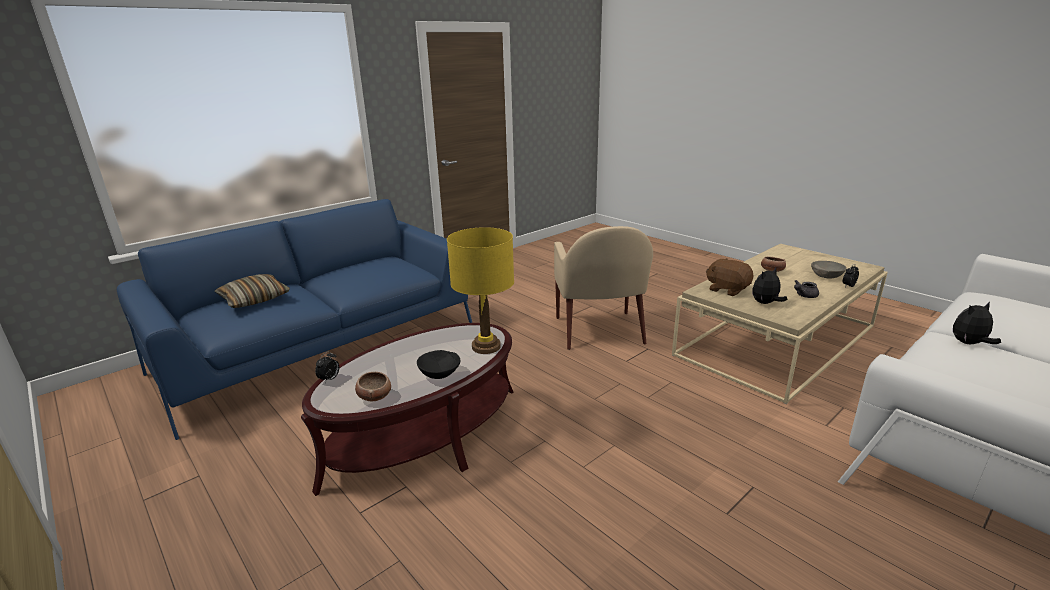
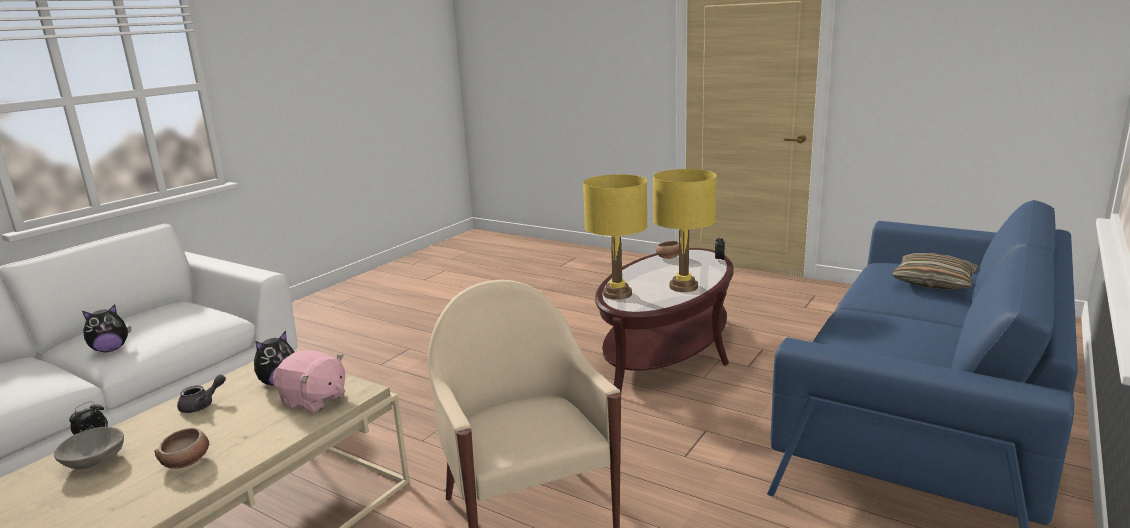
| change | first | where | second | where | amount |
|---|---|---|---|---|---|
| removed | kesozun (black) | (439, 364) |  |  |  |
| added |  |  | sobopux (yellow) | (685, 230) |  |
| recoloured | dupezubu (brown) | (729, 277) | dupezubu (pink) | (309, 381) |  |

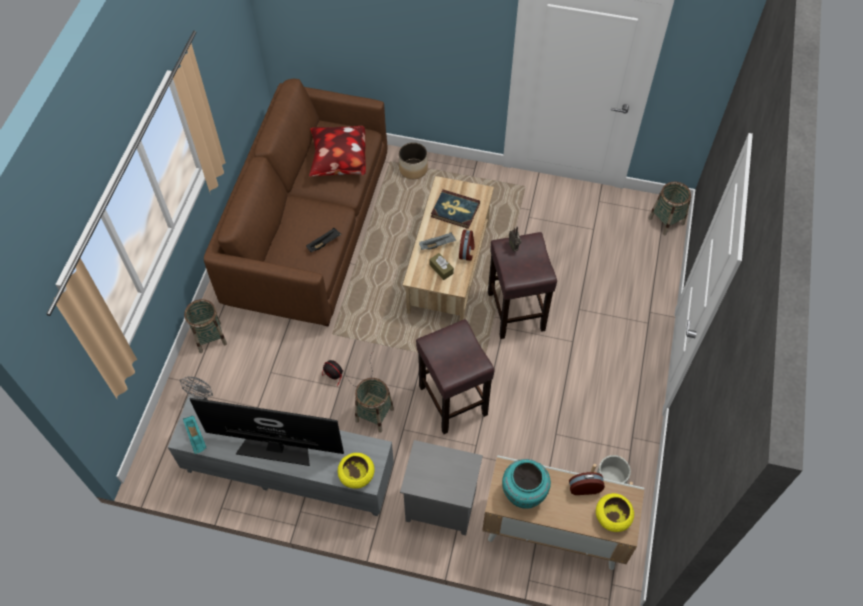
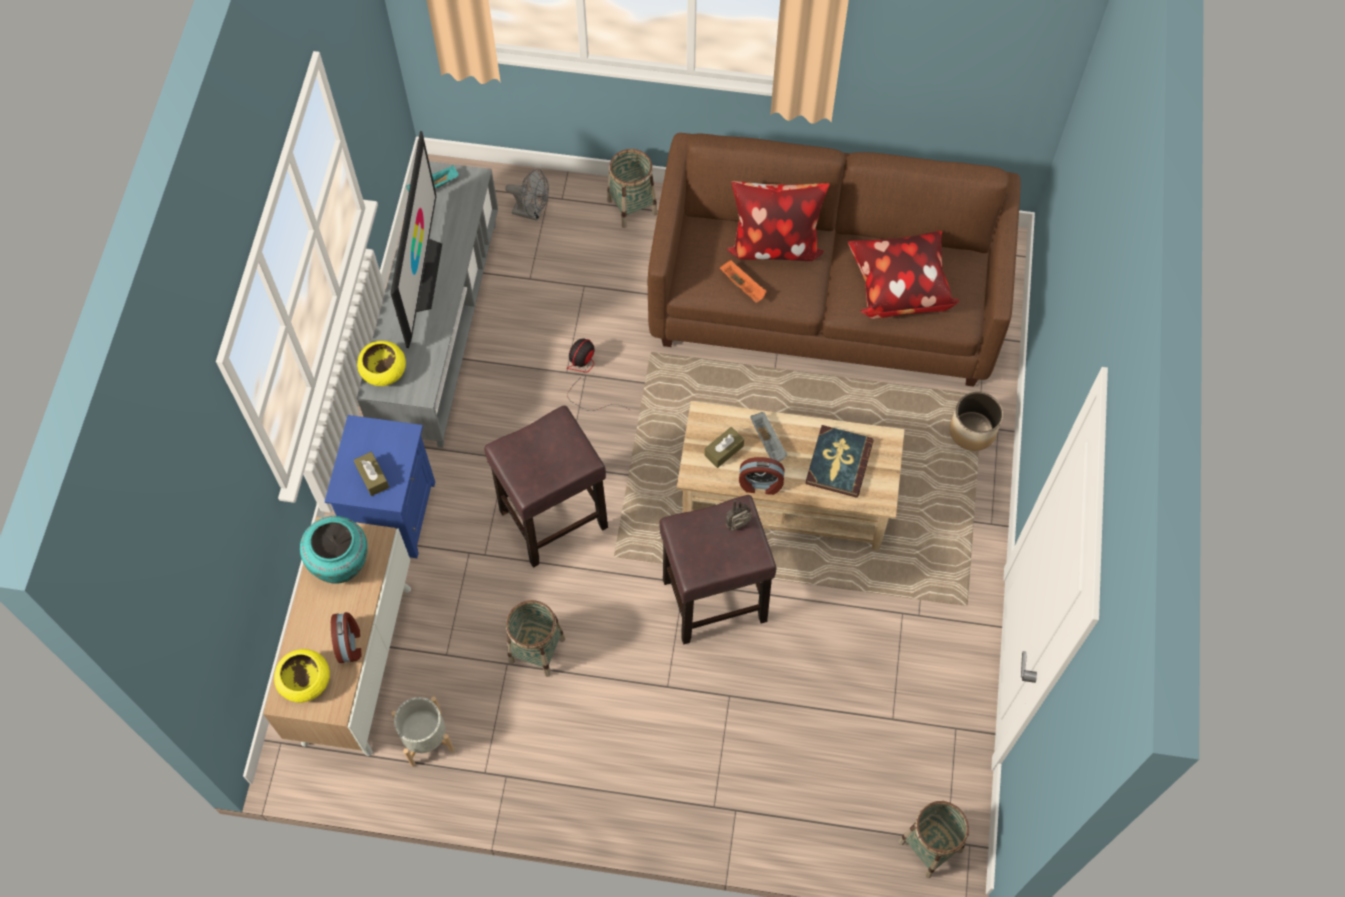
| change | first | where | second | where | amount |
|---|---|---|---|---|---|
| added |  |  | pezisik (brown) | (371, 474) |  |
| added |  |  | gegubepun | (778, 221) |  |
| moved | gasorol | (374, 405) |  | (535, 638) |  |
| recoloured | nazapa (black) | (324, 240) | nazapa (orange) | (743, 281) |  |
| recoloured | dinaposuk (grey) | (441, 488) | dinaposuk (blue) | (380, 486) |  |

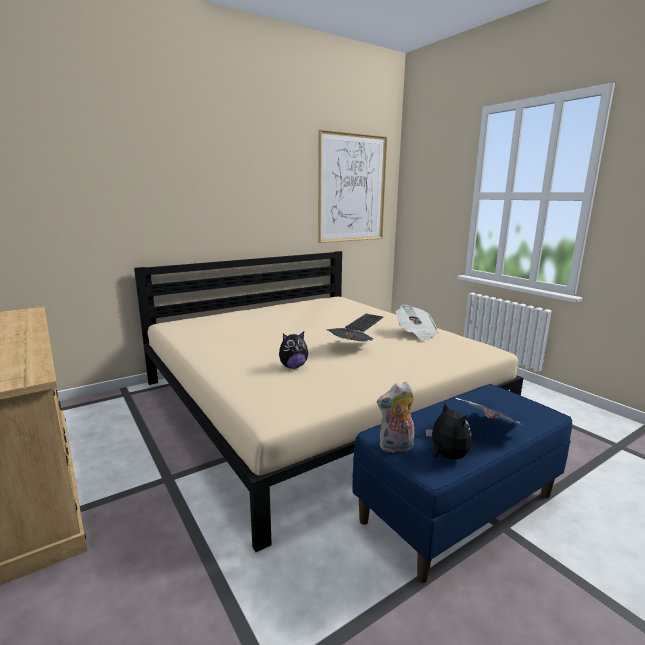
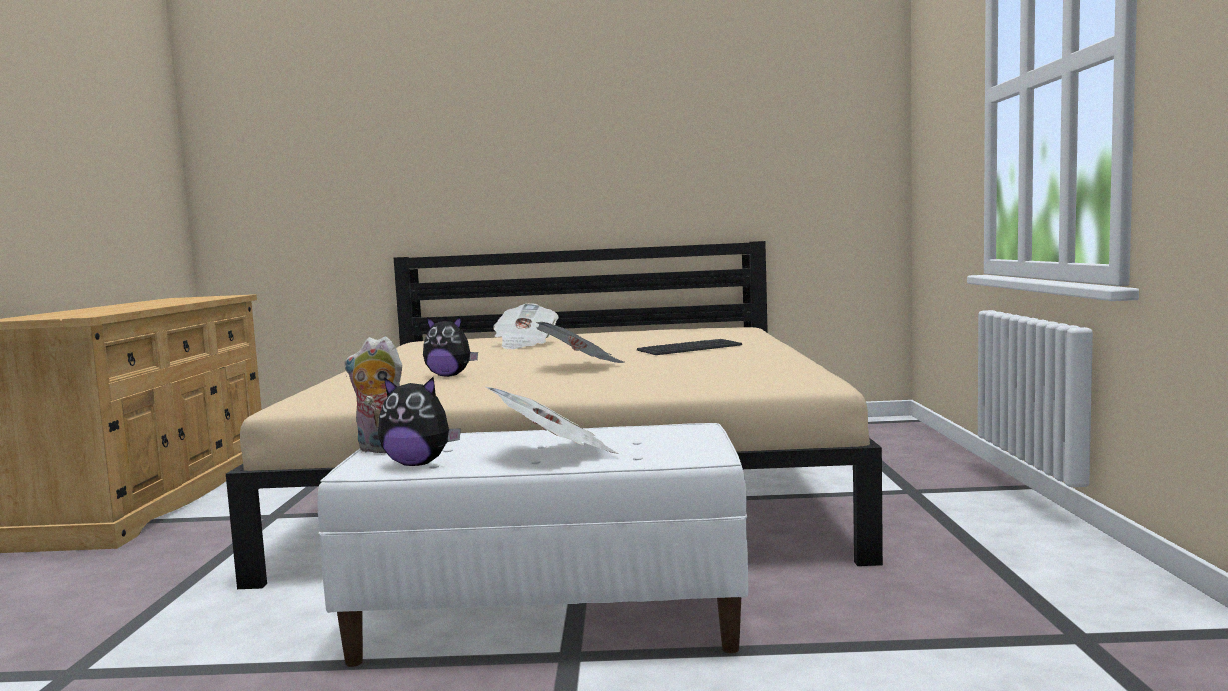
| change | first | where | second | where | amount |
|---|---|---|---|---|---|
| removed | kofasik | (352, 186) |  |  |  |
| moved | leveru | (417, 323) |  | (526, 326) |  |
| recoloured | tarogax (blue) | (462, 483) | tarogax (white) | (532, 545) |  |
| turned | dupezubu | (449, 430) |  | (419, 421) | 90 degrees clockwise |

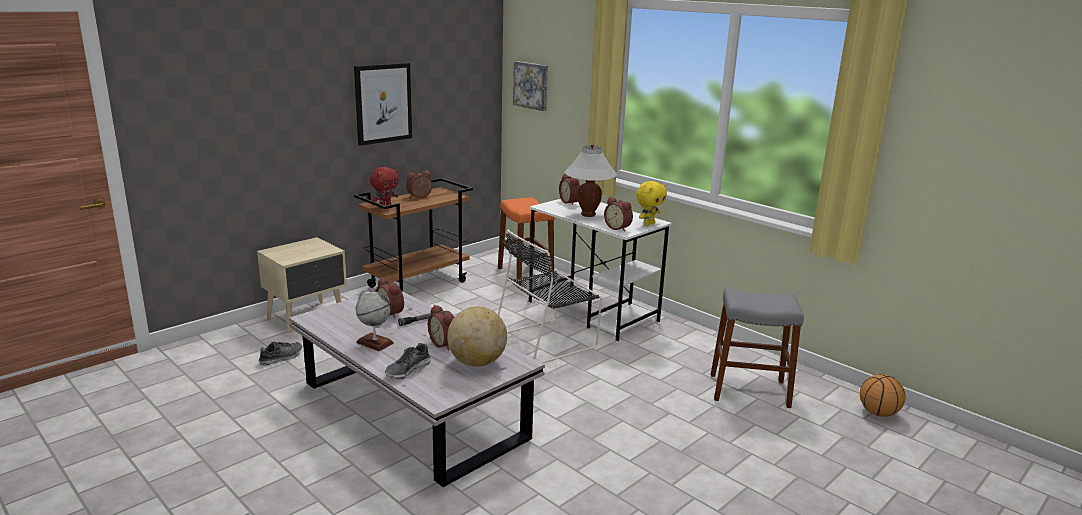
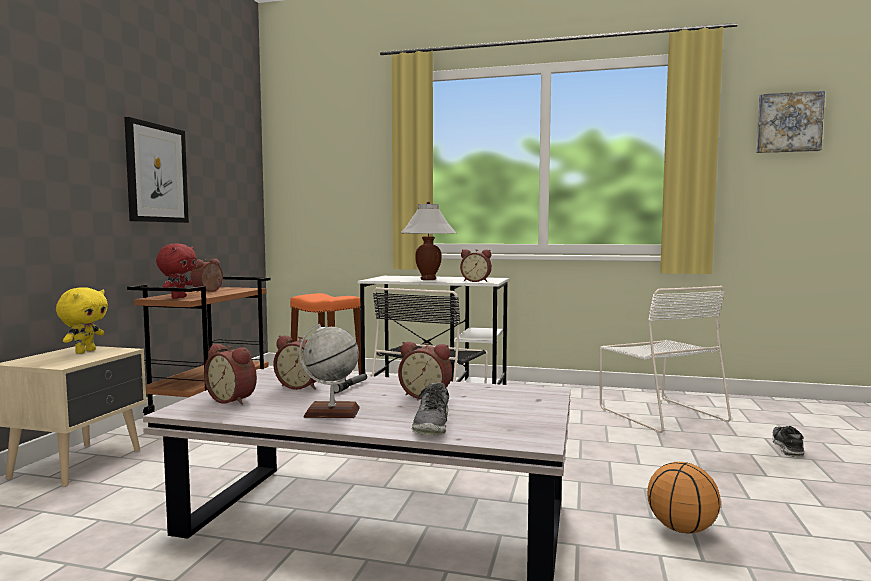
| change | first | where | second | where | amount |
|---|---|---|---|---|---|
| removed | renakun | (477, 337) |  |  |  |
| moved | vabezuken | (280, 354) |  | (788, 442) |  |
| moved | kofasik | (530, 86) |  | (790, 122) |  |
| moved | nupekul | (569, 189) |  | (230, 374) |  |
| moved | dupezubu (yellow) | (651, 203) |  | (82, 320) |  |
| moved | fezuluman | (882, 395) |  | (684, 498) |  |
| replaced | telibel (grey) | (757, 348) | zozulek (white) | (665, 359) |  |

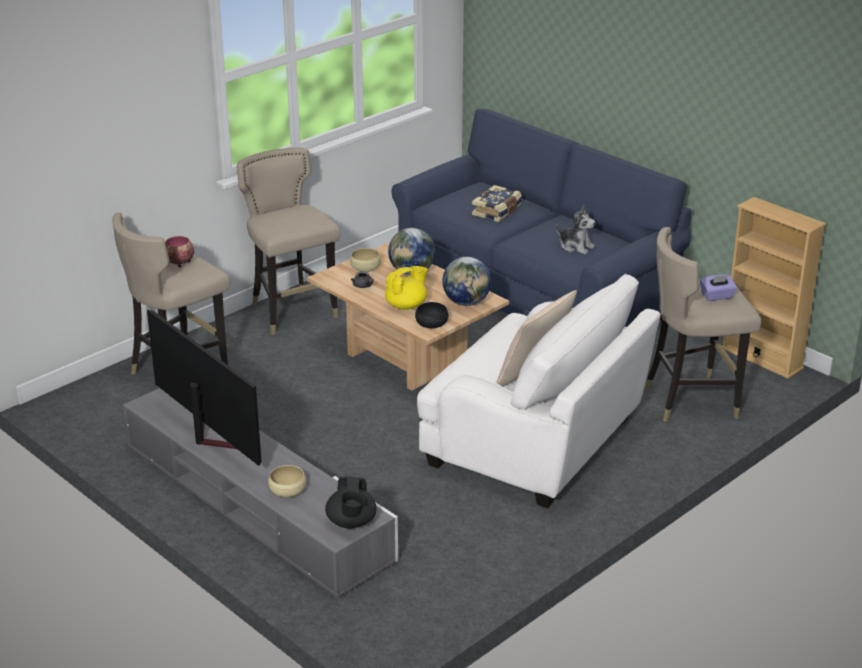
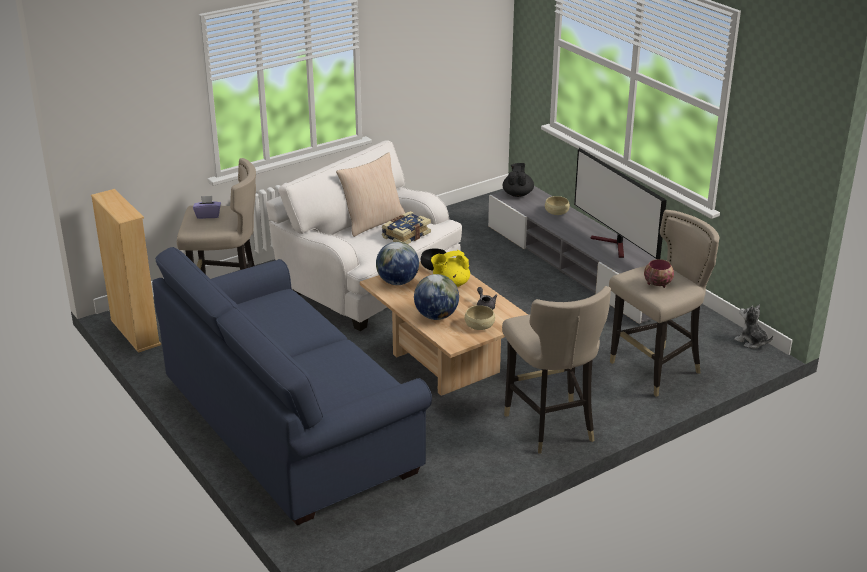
| change | first | where | second | where | amount |
|---|---|---|---|---|---|
| moved | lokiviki | (497, 203) |  | (406, 227) |  |
| moved | dupezubu | (576, 230) |  | (753, 326) |  |

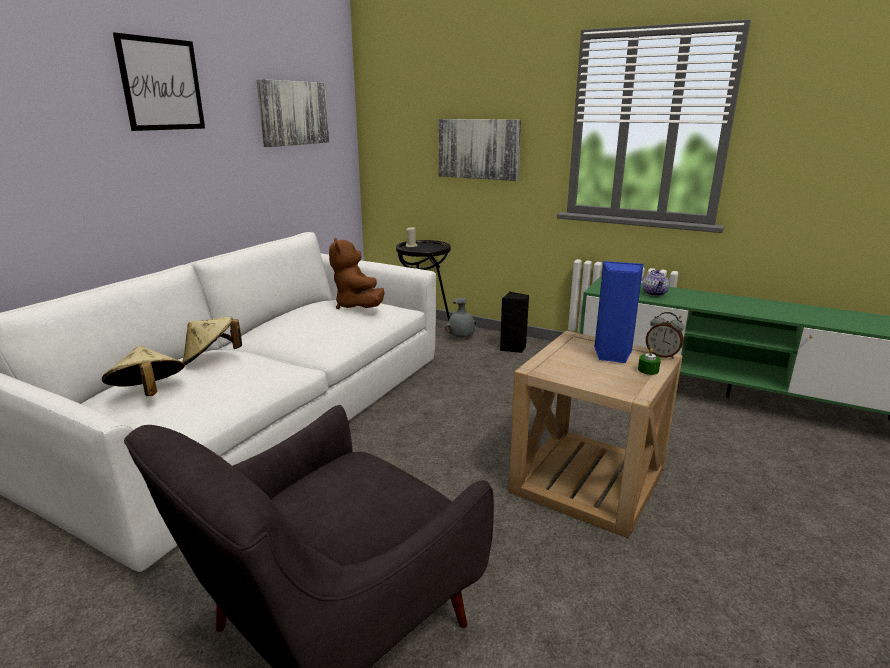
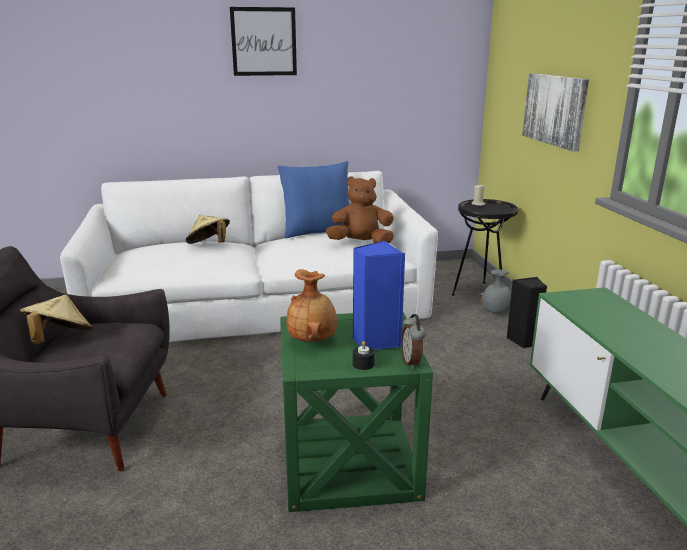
| change | first | where | second | where | amount |
|---|---|---|---|---|---|
| removed | kofasik | (293, 113) |  |  |  |
| removed | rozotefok | (655, 283) |  |  |  |
| added |  |  | gegubepun (blue) | (313, 199) |  |
| added |  |  | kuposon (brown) | (311, 305) |  |
| moved | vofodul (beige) | (143, 371) |  | (56, 319) |  |
| recoloured | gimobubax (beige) | (595, 434) | gimobubax (green) | (356, 412) |  |
| recoloured | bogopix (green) | (649, 361) | bogopix (black) | (364, 355) |  |
| turned | dupezubu (brown) | (357, 273) |  | (360, 209) | 60 degrees clockwise |

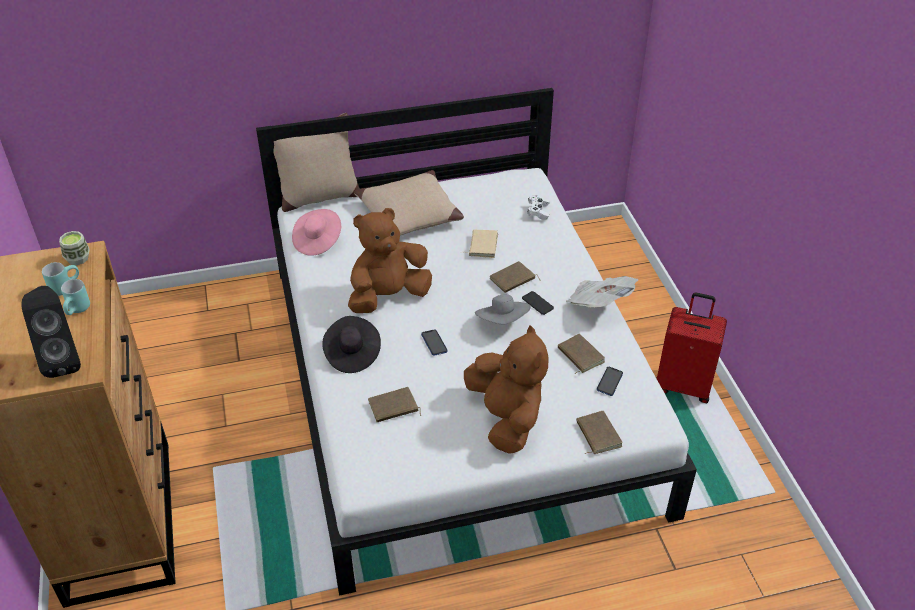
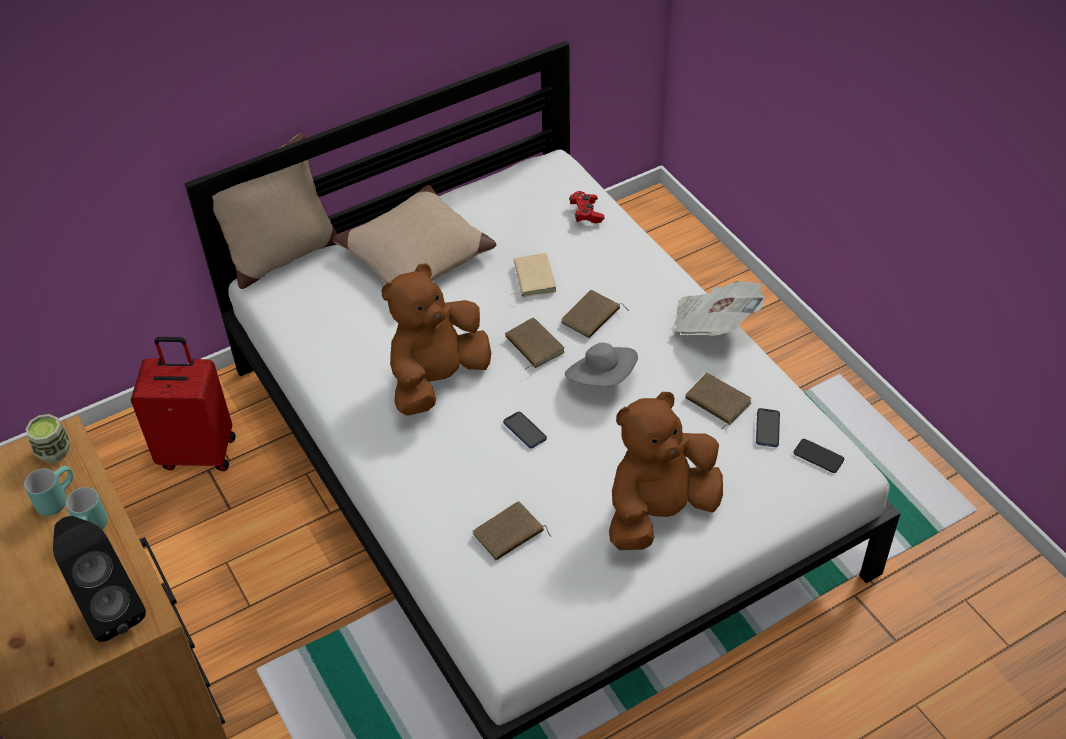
| change | first | where | second | where | amount |
|---|---|---|---|---|---|
| removed | vofodul (pink) | (316, 232) |  |  |  |
| removed | vofodul (black) | (351, 344) |  |  |  |
| moved | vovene | (538, 303) |  | (818, 456) |  |
| moved | lokiviki (brown) | (599, 432) |  | (535, 343) |  |
| moved | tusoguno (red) | (692, 348) |  | (183, 404) |  |
| recoloured | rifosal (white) | (538, 207) | rifosal (red) | (587, 207) |  |
| turned | dupezubu (brown) | (506, 389) |  | (666, 471) | 90 degrees counterclockwise |

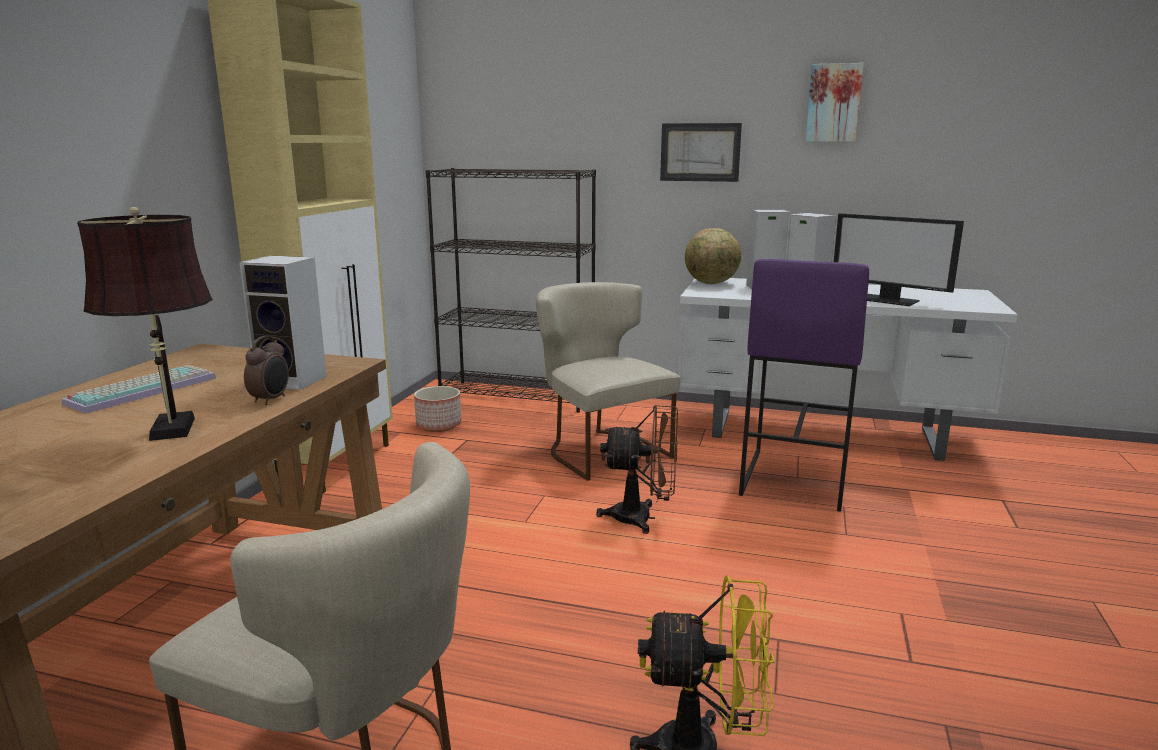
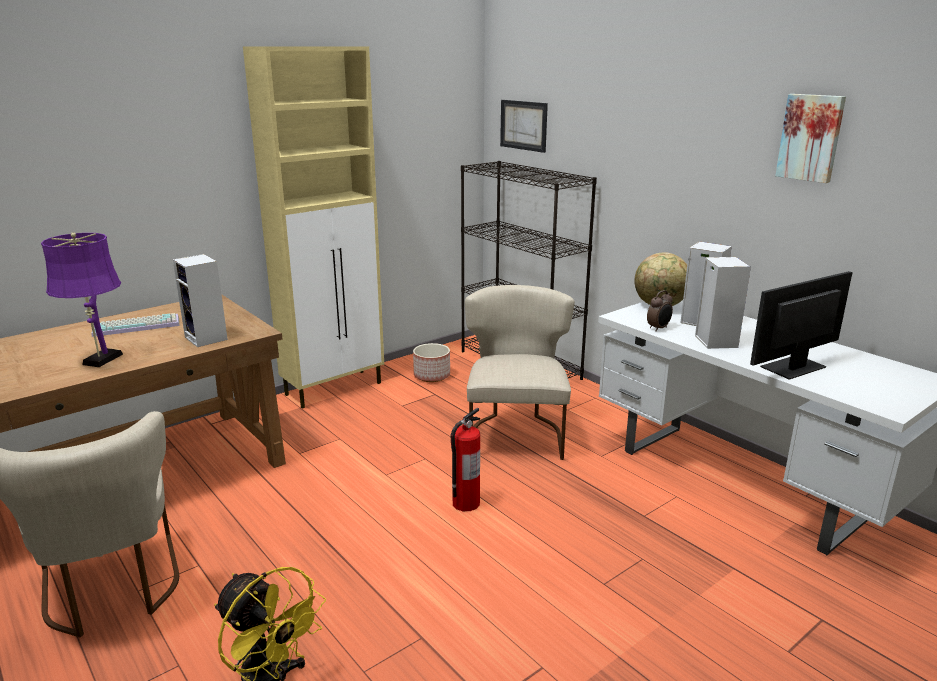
| change | first | where | second | where | amount |
|---|---|---|---|---|---|
| removed | telibel (purple) | (804, 385) |  |  |  |
| moved | nupekul | (266, 370) |  | (660, 310) |  |
| moved | kofasik | (701, 152) |  | (524, 126) |  |
| replaced | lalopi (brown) | (637, 469) | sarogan | (465, 459) |  |
| recoloured | sobopux (brown) | (144, 324) | sobopux (purple) | (82, 299) |  |
| turned | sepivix | (899, 259) |  | (801, 325) | 75 degrees clockwise |

